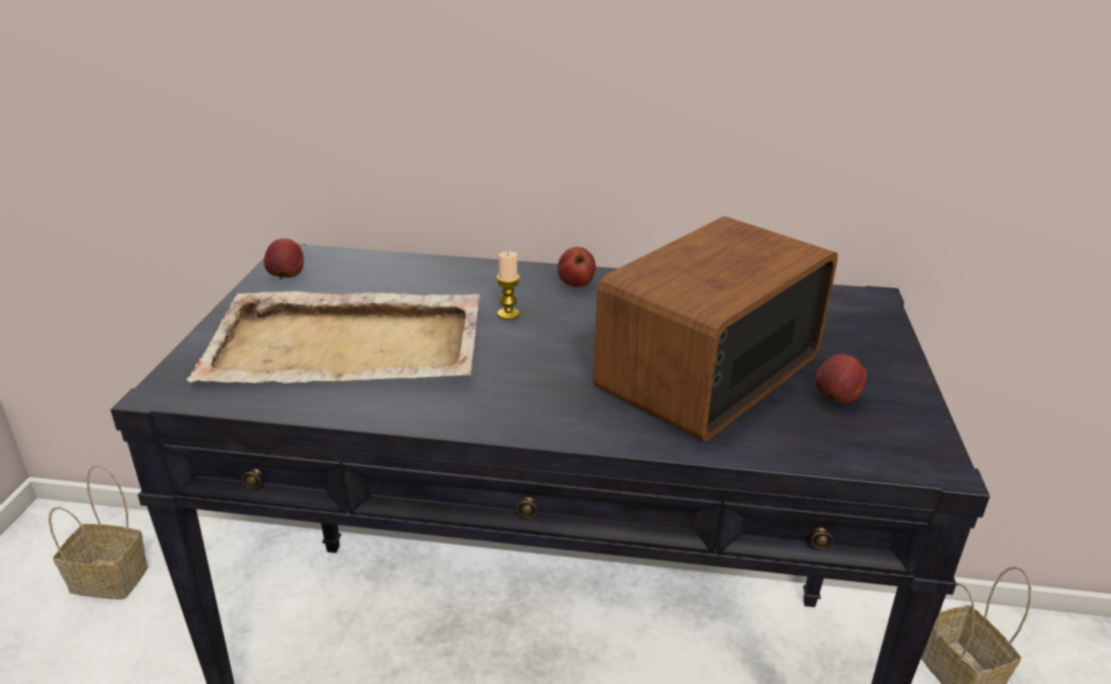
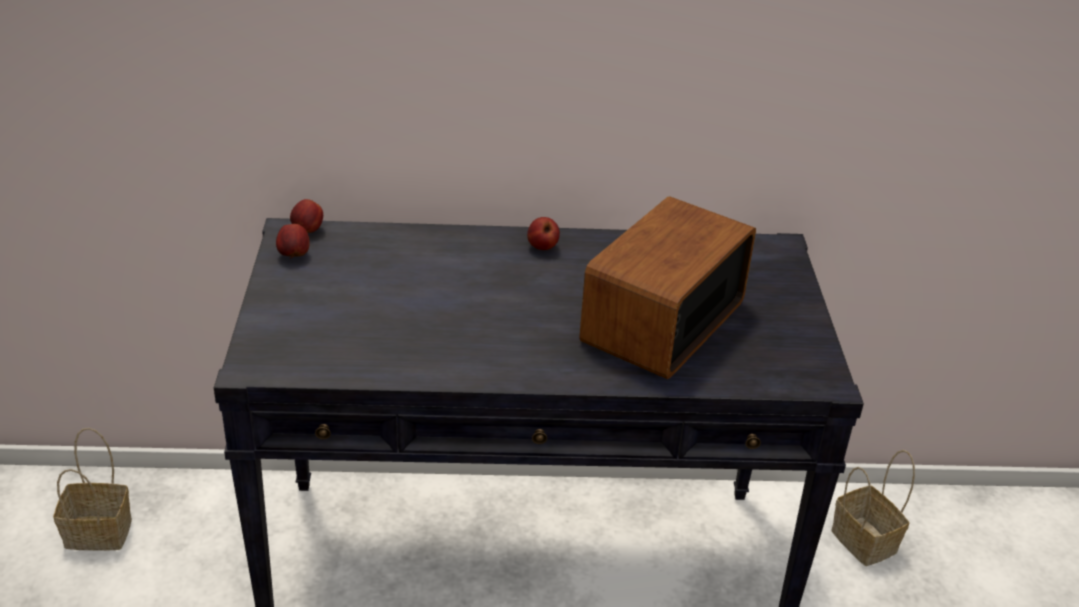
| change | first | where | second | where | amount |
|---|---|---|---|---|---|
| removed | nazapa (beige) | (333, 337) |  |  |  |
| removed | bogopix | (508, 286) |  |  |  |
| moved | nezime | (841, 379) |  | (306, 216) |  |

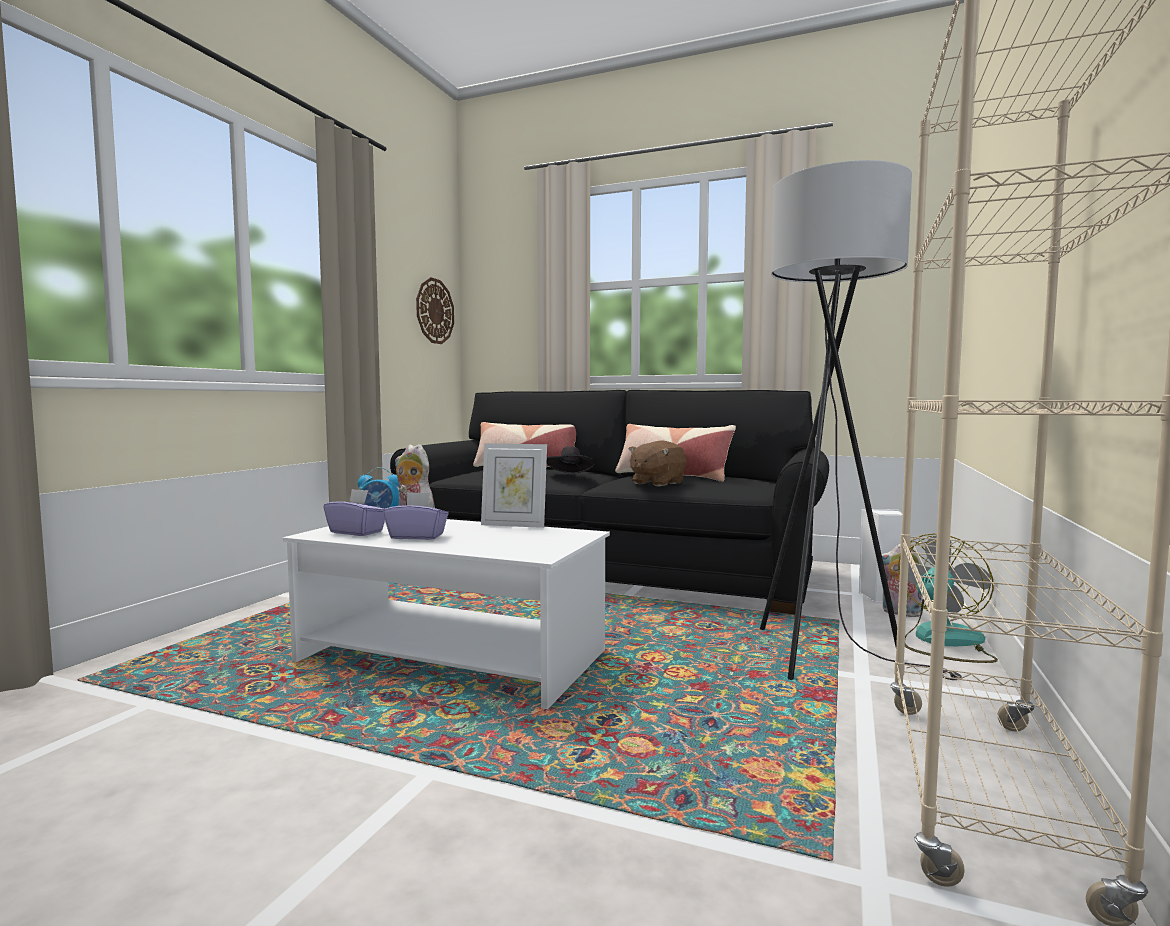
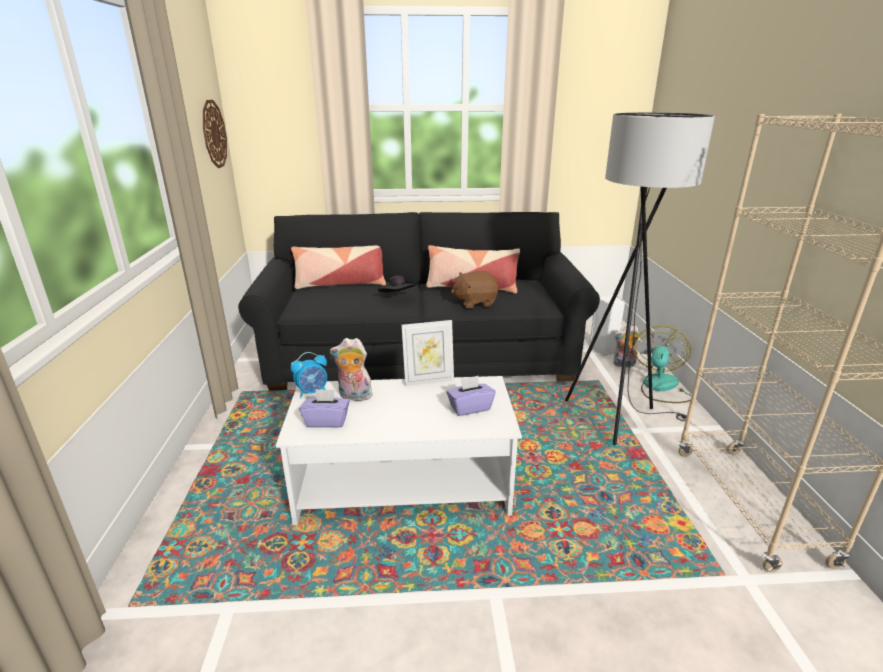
| change | first | where | second | where | amount |
|---|---|---|---|---|---|
| moved | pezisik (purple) | (416, 516) |  | (471, 396) |  |
| turned | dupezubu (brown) | (657, 463) |  | (474, 289) | 60 degrees clockwise |

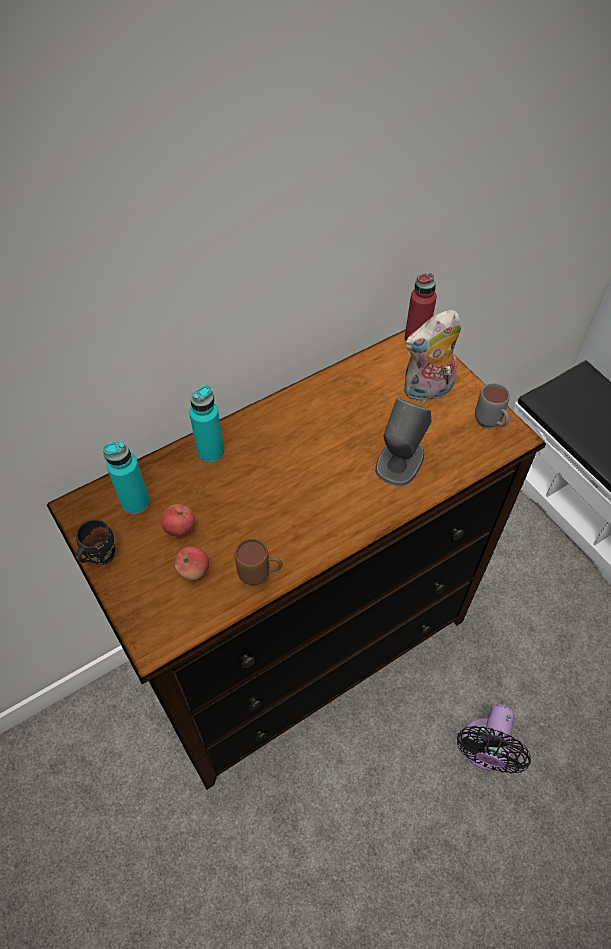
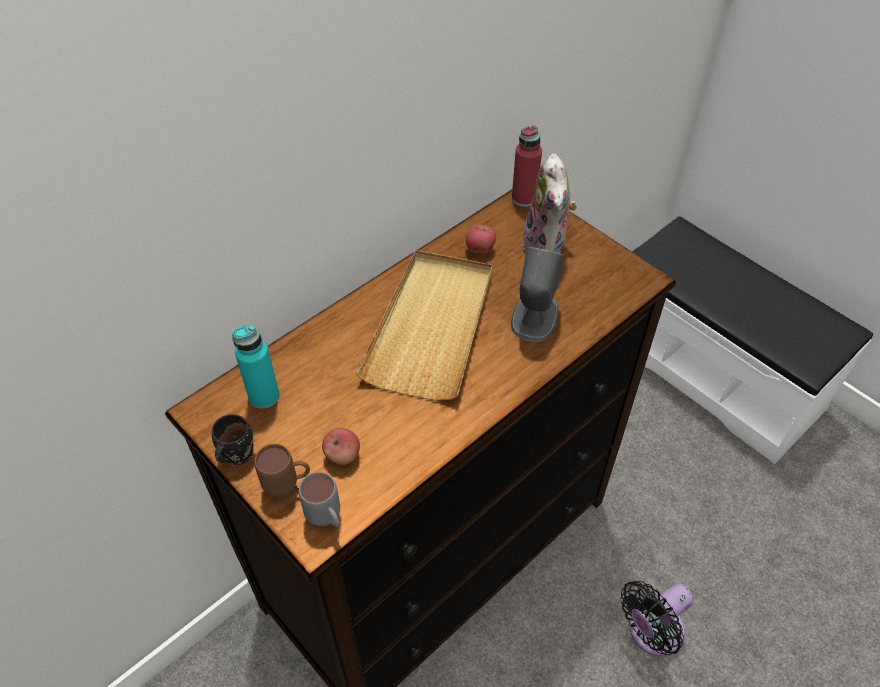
| change | first | where | second | where | amount |
|---|---|---|---|---|---|
| removed | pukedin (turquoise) | (206, 424) |  |  |  |
| added |  |  | nazapa (beige) | (424, 325) |  |
| moved | nezime | (178, 520) |  | (481, 239) |  |
| moved | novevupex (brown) | (259, 561) |  | (282, 471) |  |
| moved | novevupex (grey) | (492, 405) |  | (319, 499) |  |
| turned | dupezubu | (432, 356) |  | (549, 203) | 60 degrees counterclockwise |
| turned | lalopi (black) | (494, 739) |  | (657, 618) | 45 degrees clockwise |

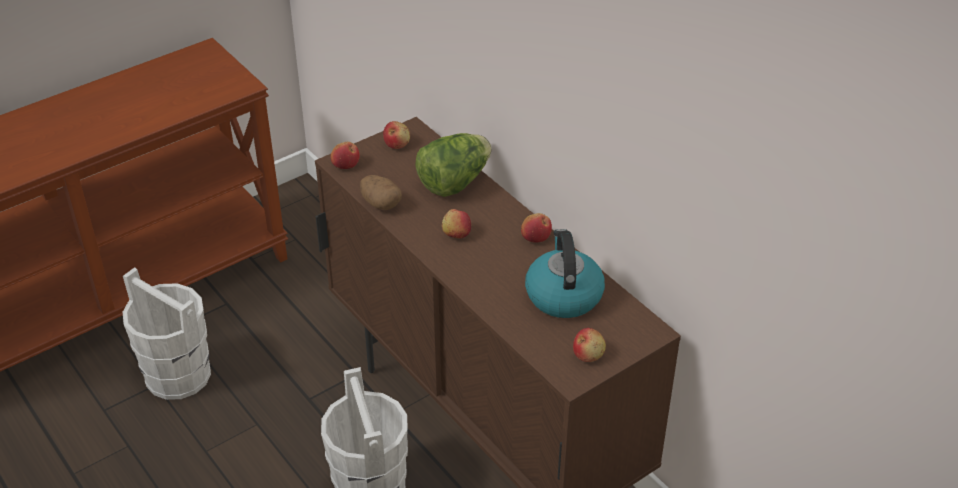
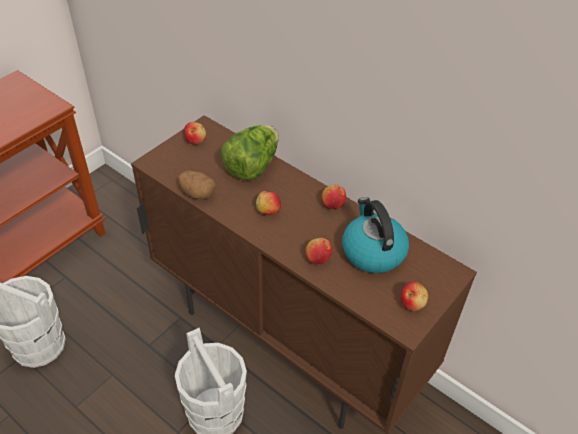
| change | first | where | second | where | amount |
|---|---|---|---|---|---|
| moved | nezime | (345, 155) |  | (318, 251) |  |

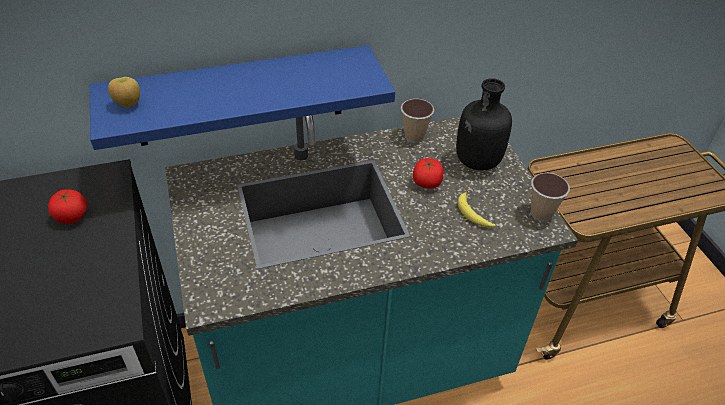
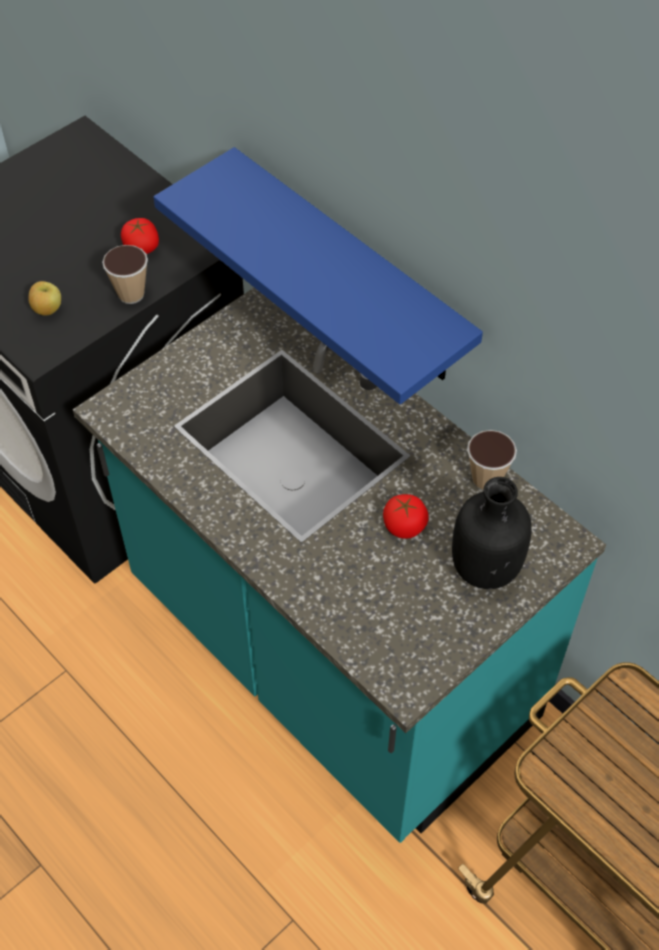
| change | first | where | second | where | amount |
|---|---|---|---|---|---|
| removed | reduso | (476, 209) |  |  |  |
| moved | nezime | (124, 92) |  | (44, 298) |  |
| moved | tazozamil | (550, 197) |  | (125, 274) |  |

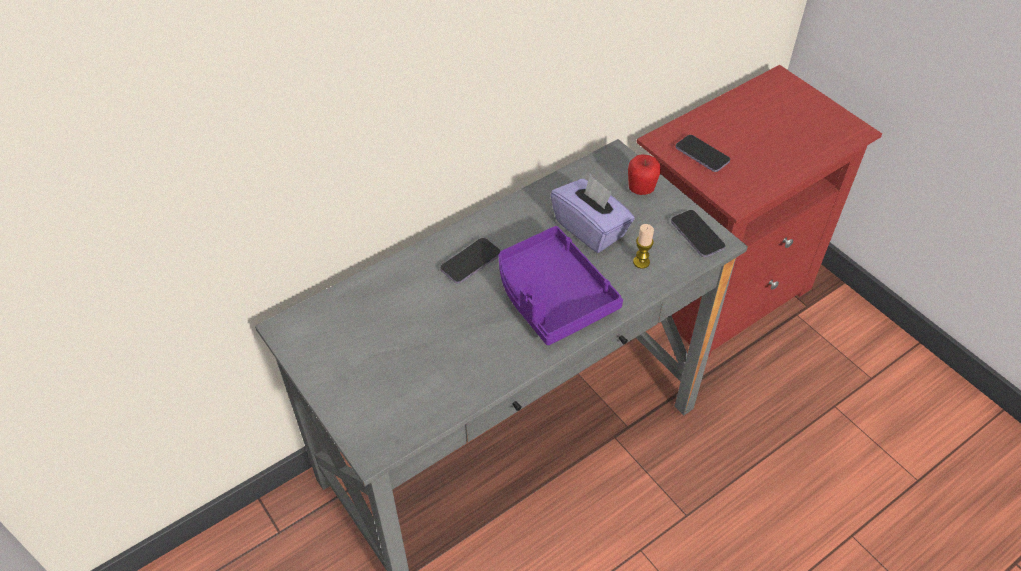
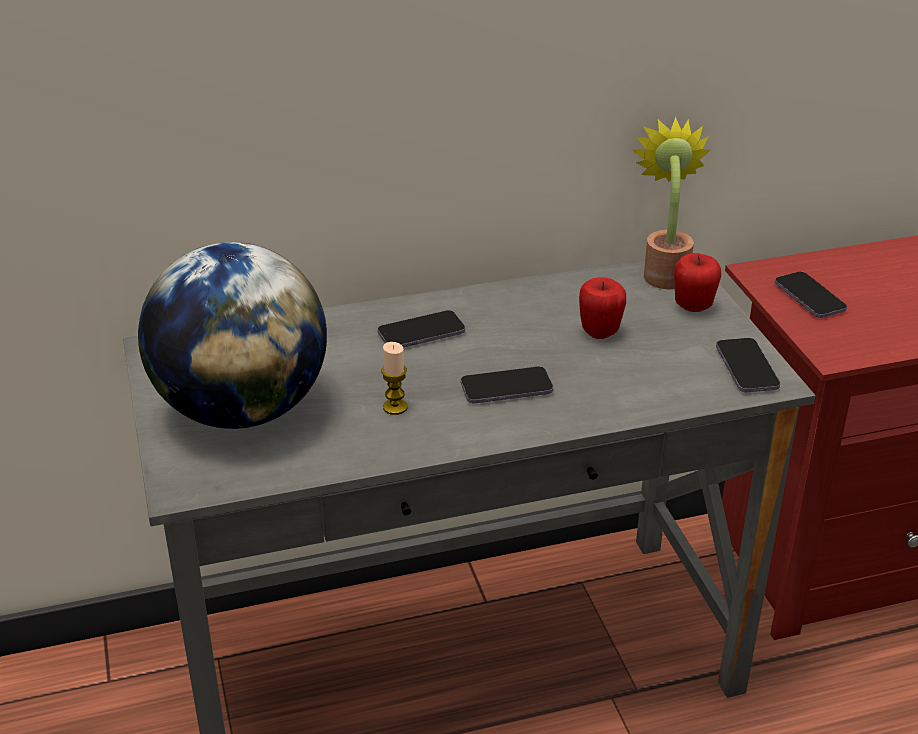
| change | first | where | second | where | amount |
|---|---|---|---|---|---|
| added |  |  | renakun | (232, 335) |  |
| added |  |  | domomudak | (671, 203) |  |
| moved | bogopix | (643, 246) |  | (394, 378) |  |
| replaced | nazapa (purple) | (561, 285) | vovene | (507, 384) |  |
| replaced | pezisik (purple) | (593, 214) | nezime | (602, 308) |  |

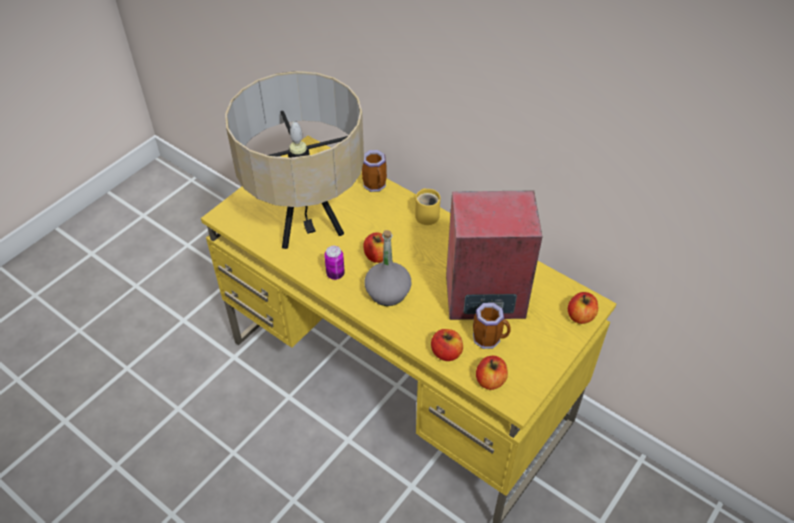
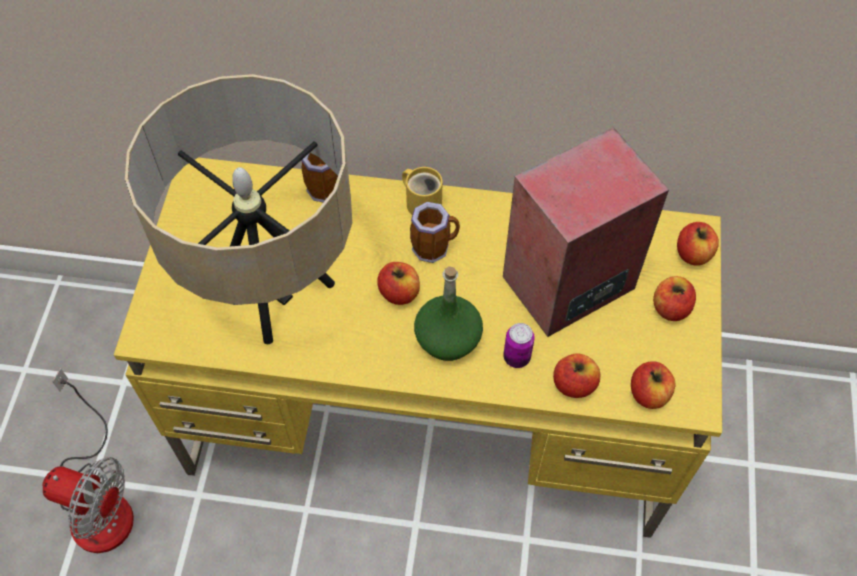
| change | first | where | second | where | amount |
|---|---|---|---|---|---|
| added |  |  | lalopi | (88, 460) |  |
| added |  |  | nezime | (674, 298) |  |
| moved | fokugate | (334, 263) |  | (519, 345) |  |
| moved | novevupex | (491, 326) |  | (435, 232) |  |
| recoloured | pukedin (grey) | (388, 268) | pukedin (green) | (448, 313) |  |

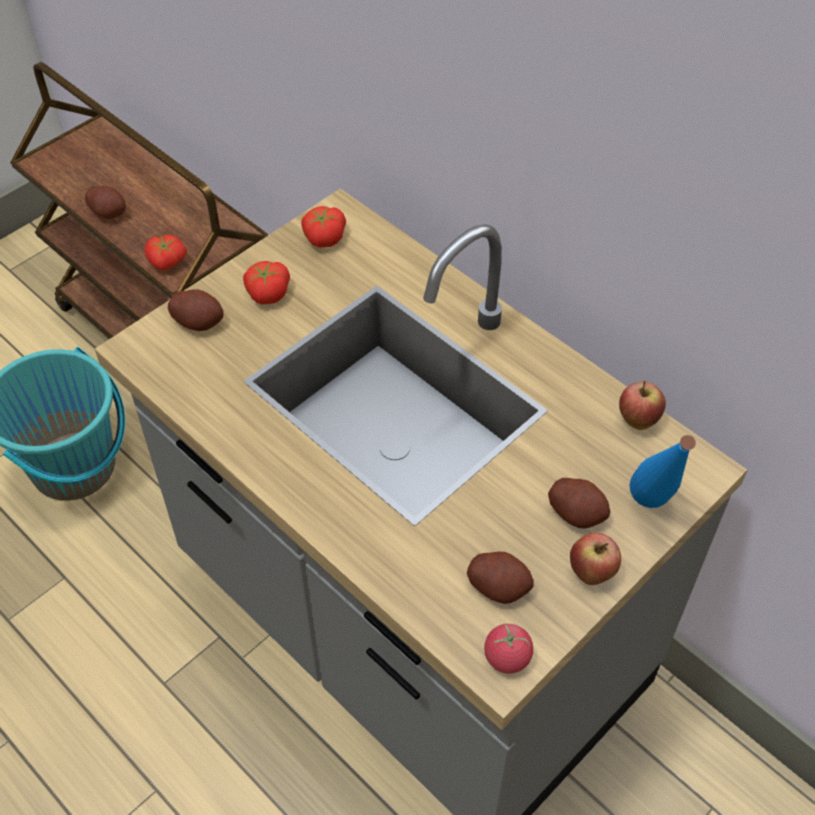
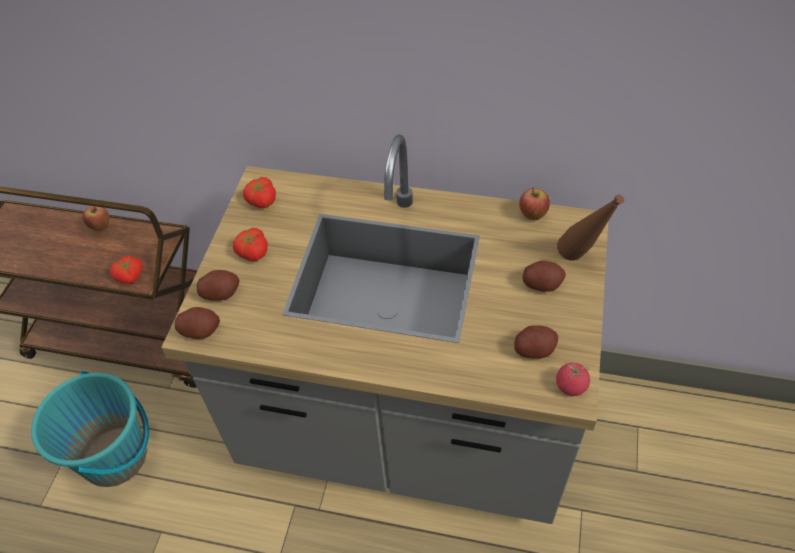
| change | first | where | second | where | amount |
|---|---|---|---|---|---|
| moved | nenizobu | (105, 202) |  | (197, 323) |  |
| moved | nezime | (595, 559) |  | (96, 218) |  |
| recoloured | pukedin (blue) | (662, 471) | pukedin (brown) | (590, 228) |  |

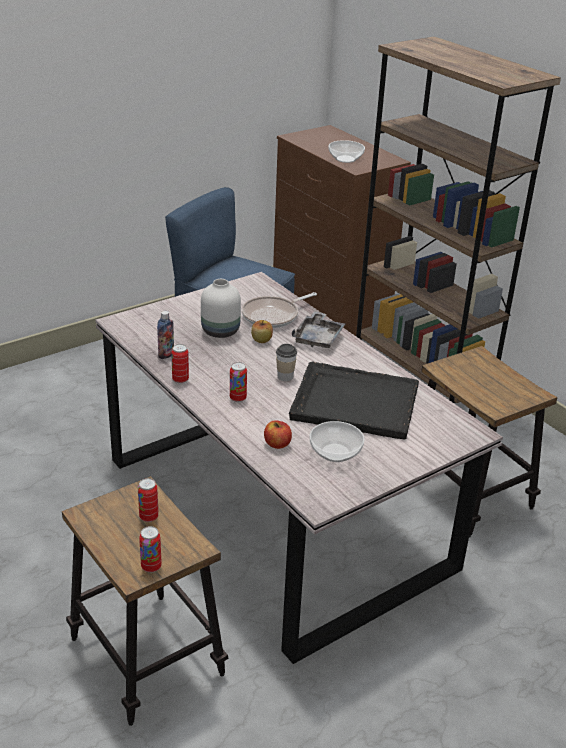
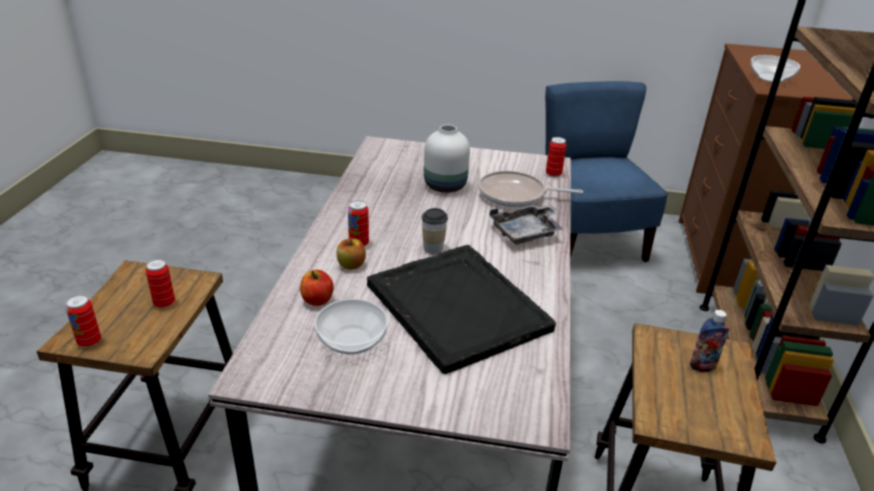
| change | first | where | second | where | amount |
|---|---|---|---|---|---|
| moved | pukedin | (165, 335) |  | (709, 341) |  |
| moved | fokugate | (180, 363) |  | (556, 157) |  |
| moved | nezime | (262, 331) |  | (351, 254) |  |

